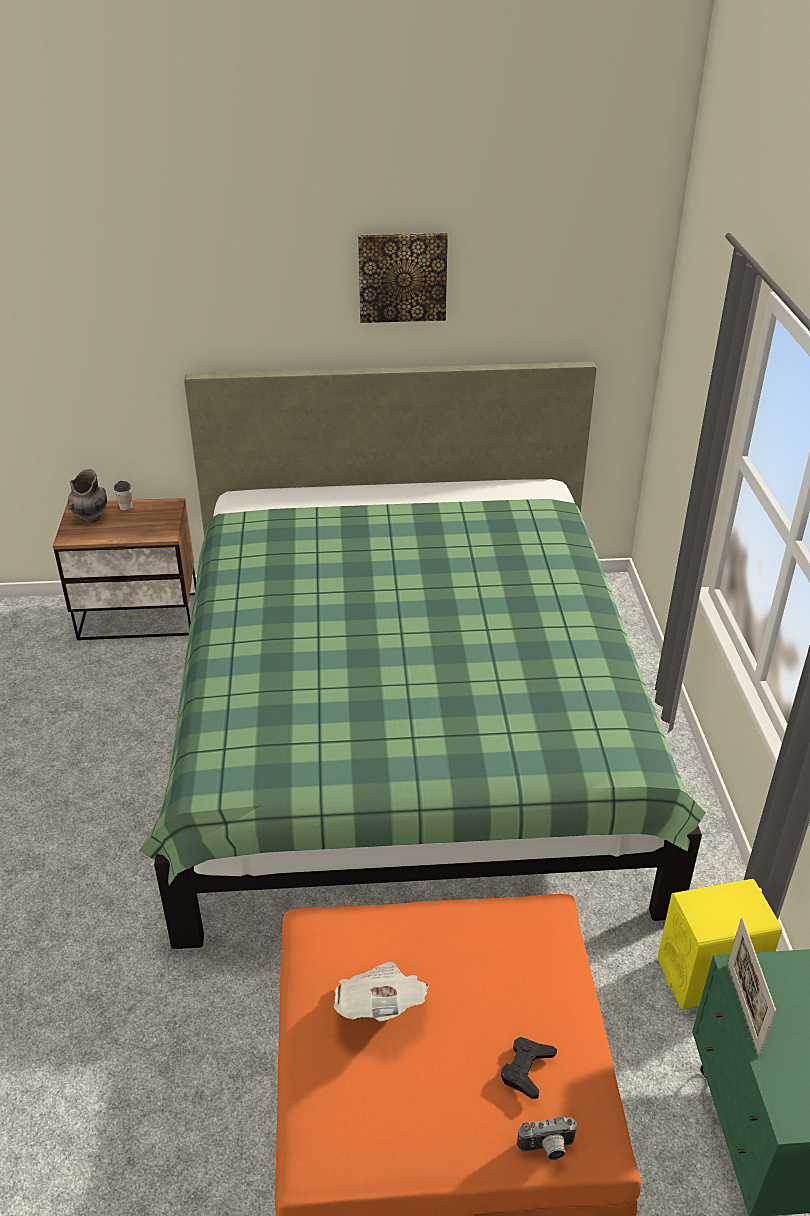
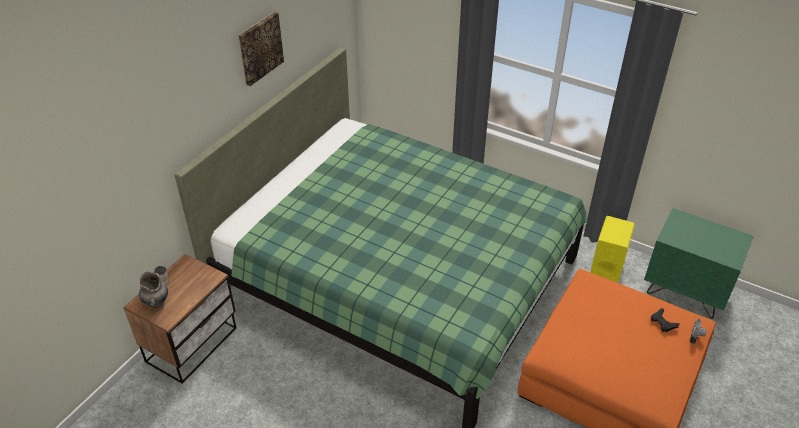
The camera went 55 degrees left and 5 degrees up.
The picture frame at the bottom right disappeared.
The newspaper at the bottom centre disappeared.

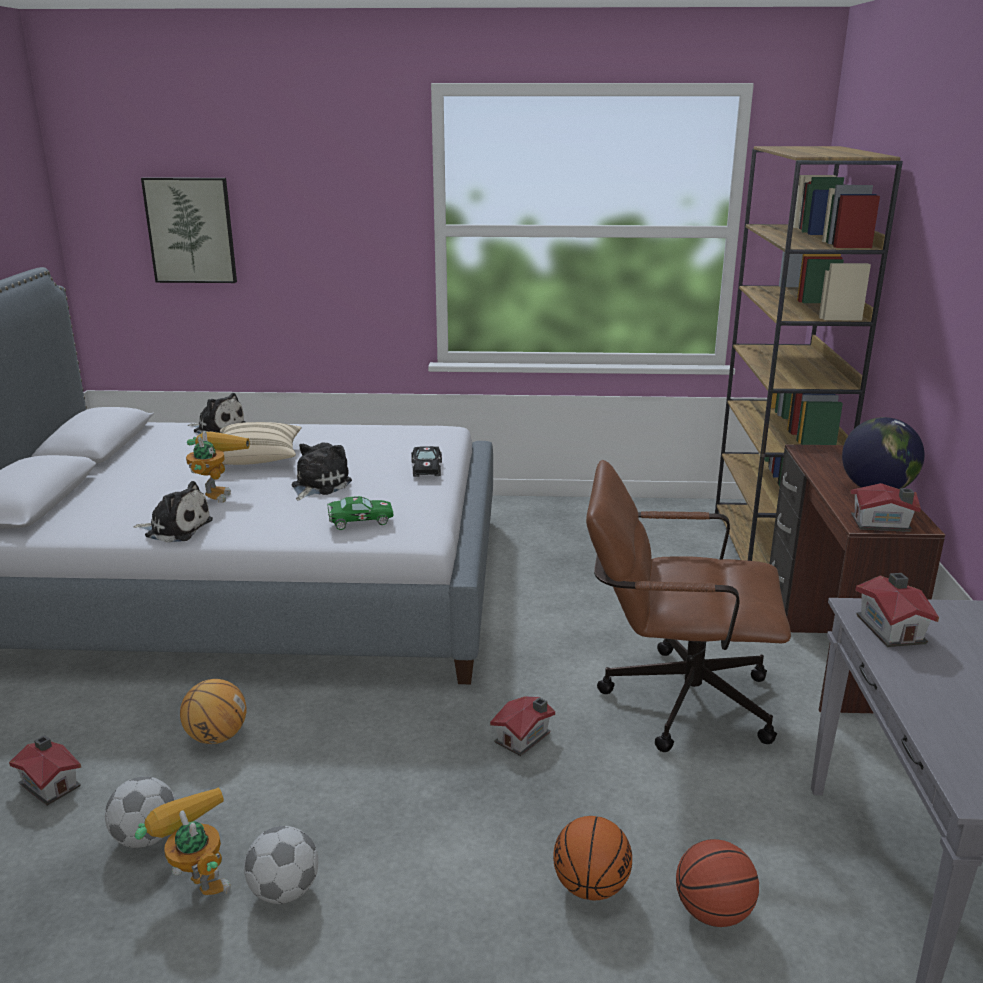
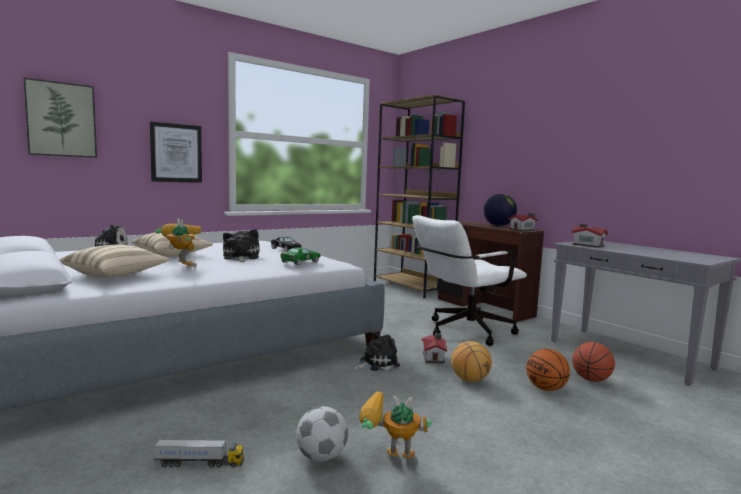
The camera went 40 degrees left and 15 degrees down.
The office chair (brown) at the middle right became the office chair (white) at the centre.
The plush toy (1st from left in the first image) moved from the middle left to the bottom centre.
The basketball (1st from left) moved from the bottom left to the bottom centre.
The toy house (1st from left) at the bottom left was replaced by the toy truck at the bottom left.
The football (2nd from left) at the bottom left disappeared.
The picture (2nd from left) at the top left appeared.
The pillow (beige) (1st from left) at the middle left appeared.

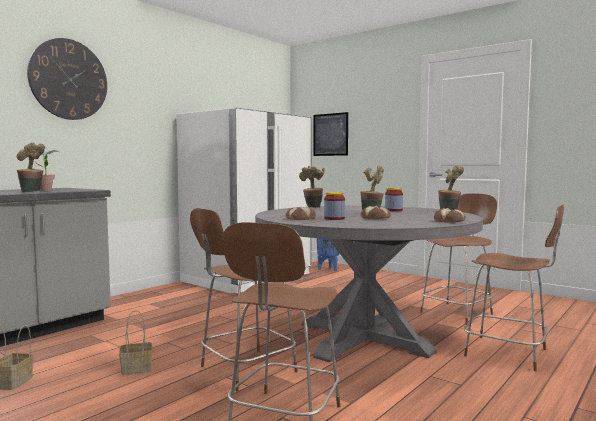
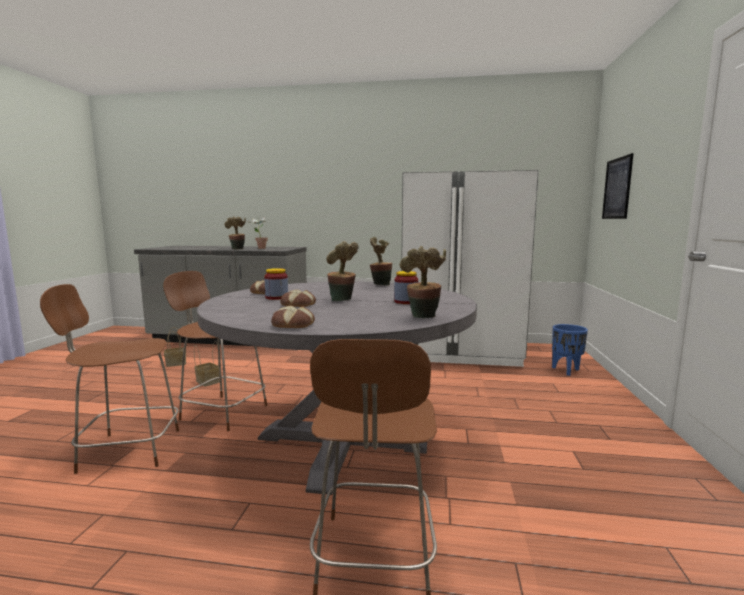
The camera went 60 degrees right and 5 degrees up.
The wall clock at the top left disappeared.
The chair (brown) (3rd from left) at the middle right disappeared.

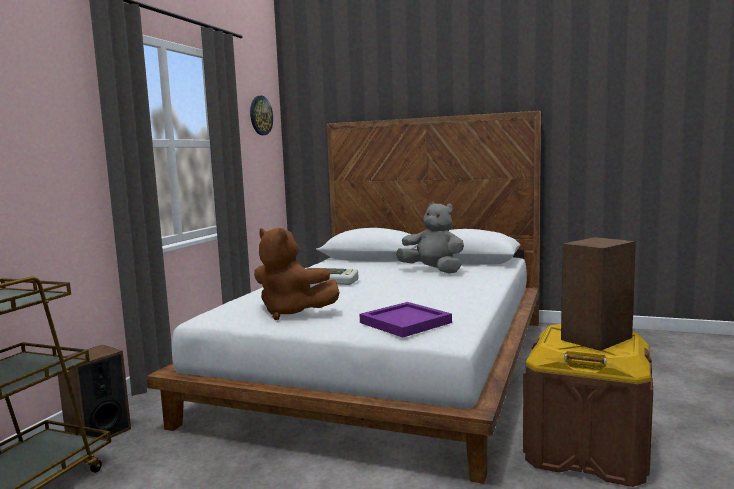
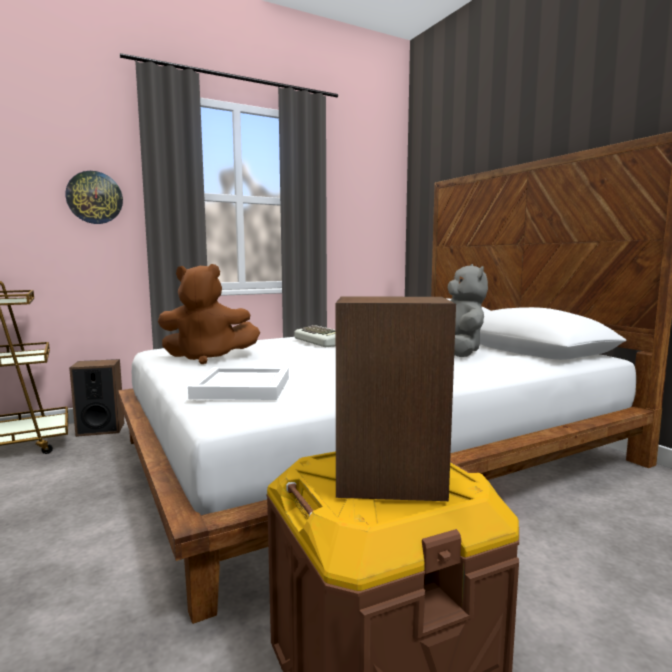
The camera went 40 degrees right and 0 degrees up.
The wall clock moved from the top centre to the top left.
The plush toy (brown) at the centre turned 75 degrees counterclockwise.
The tray (purple) at the centre became the tray (white) at the centre.

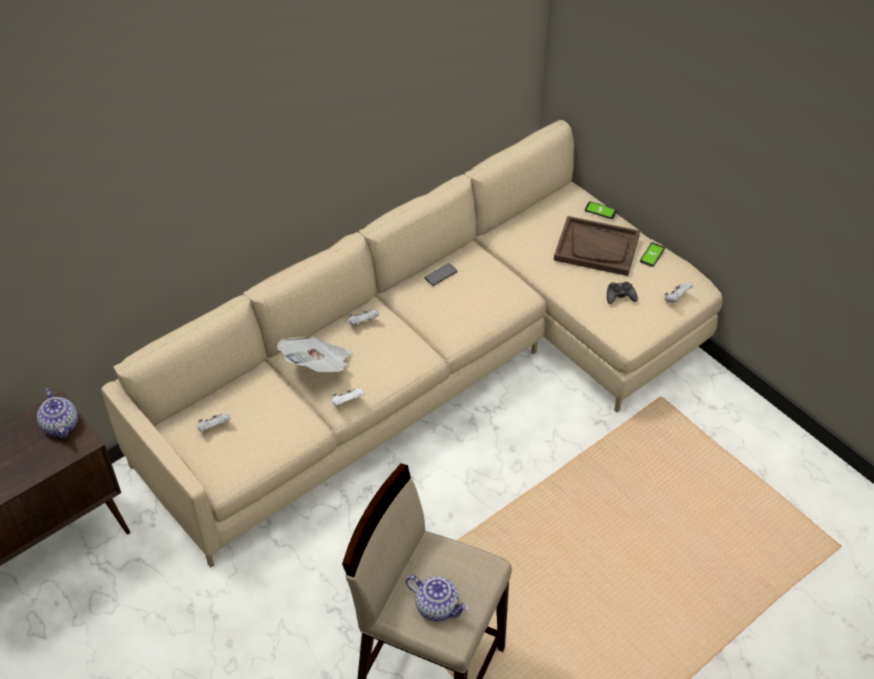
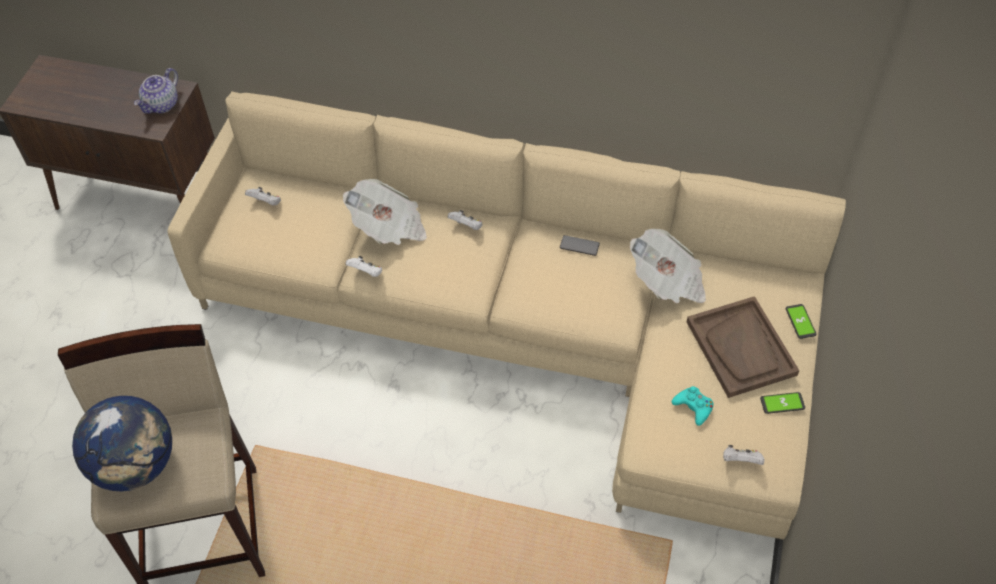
The camera went 55 degrees right and 5 degrees up.
The game controller (black) at the middle right became the game controller (turquoise) at the bottom right.
The teapot (2nd from left) at the bottom centre was replaced by the globe at the bottom left.
The newspaper (2nd from left) at the middle right appeared.

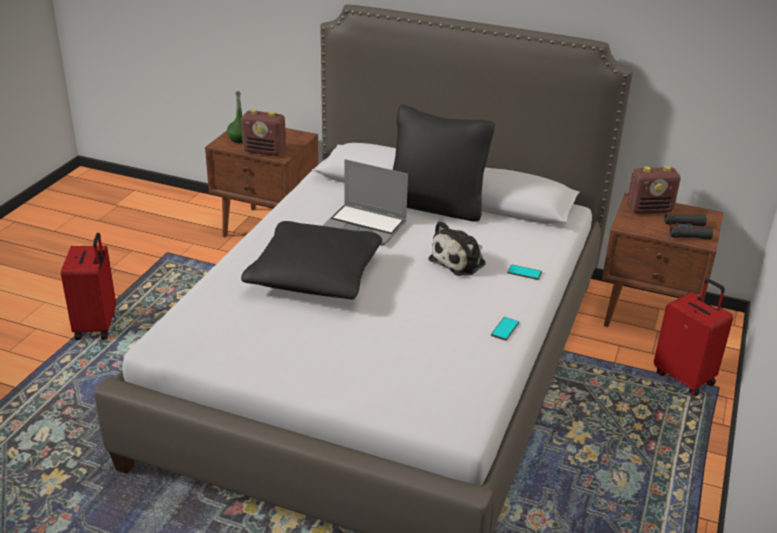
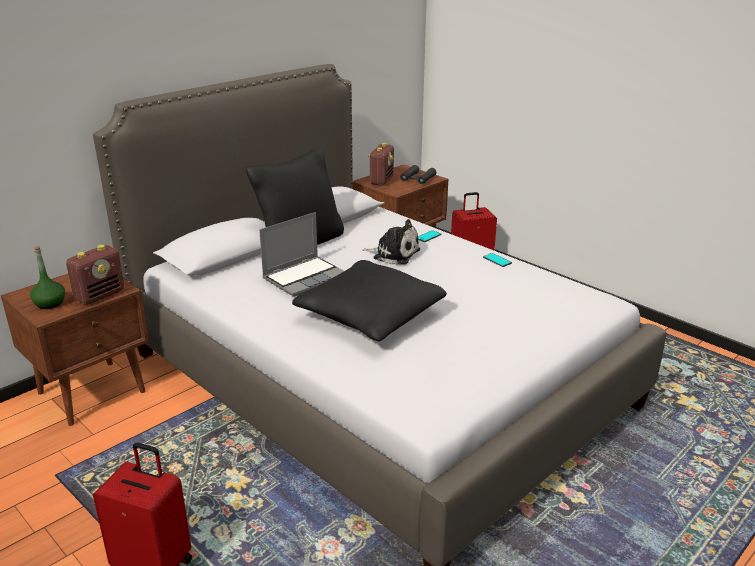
The camera went 65 degrees left and 5 degrees down.
The plush toy at the centre turned 45 degrees counterclockwise.

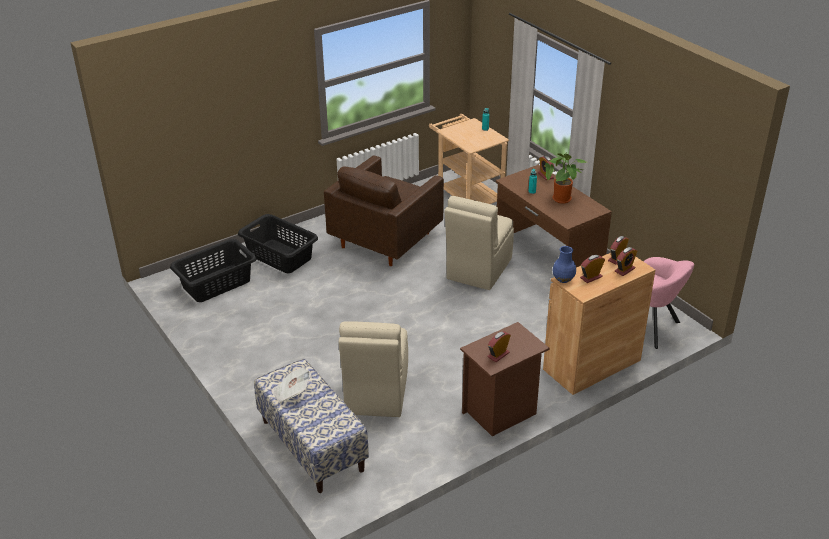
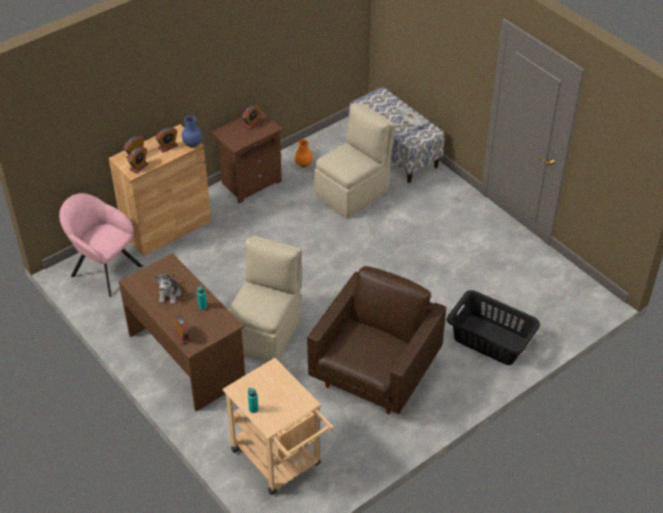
The camera went 175 degrees right and 10 degrees up.
The potted plant at the top right was replaced by the plush toy at the middle left.
The laundry basket (black) (1st from left) at the middle left disappeared.
The chair (beige) (1st from left in the first image) at the bottom centre turned 45 degrees clockwise.
The vase (orange) at the top centre appeared.

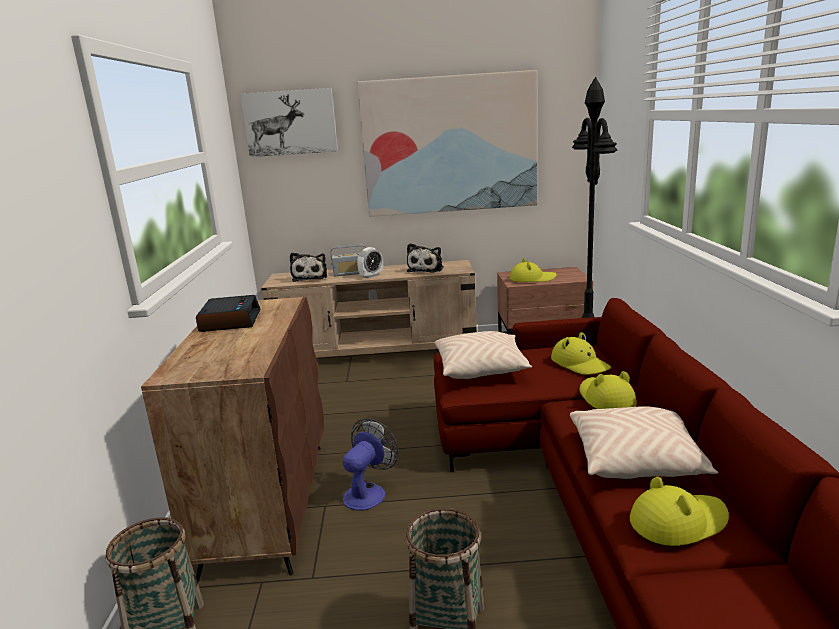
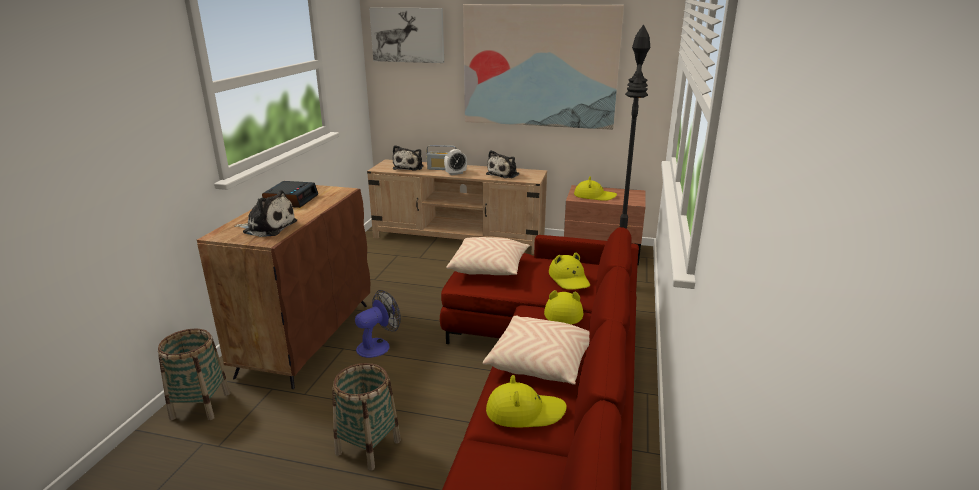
The camera went 15 degrees right and 5 degrees up.
The plush toy (1st from left) at the middle left appeared.

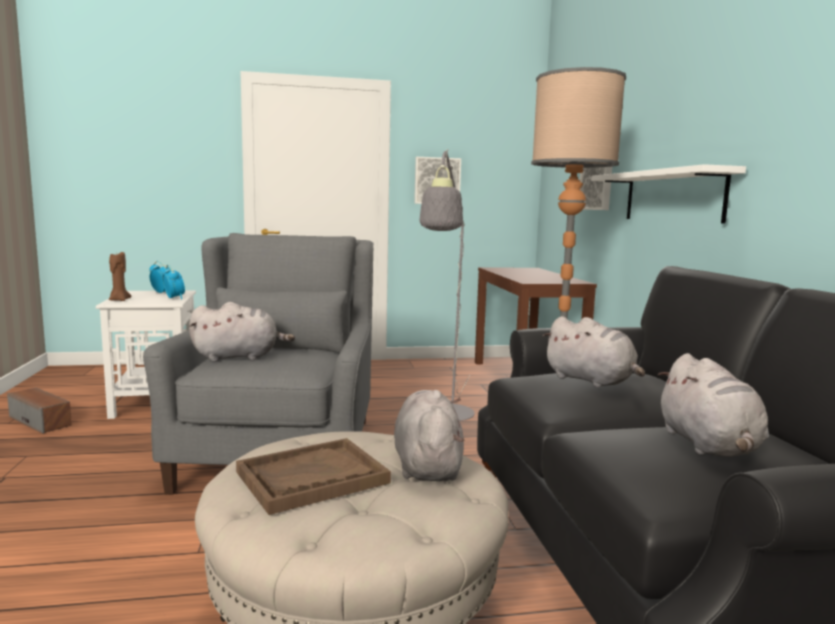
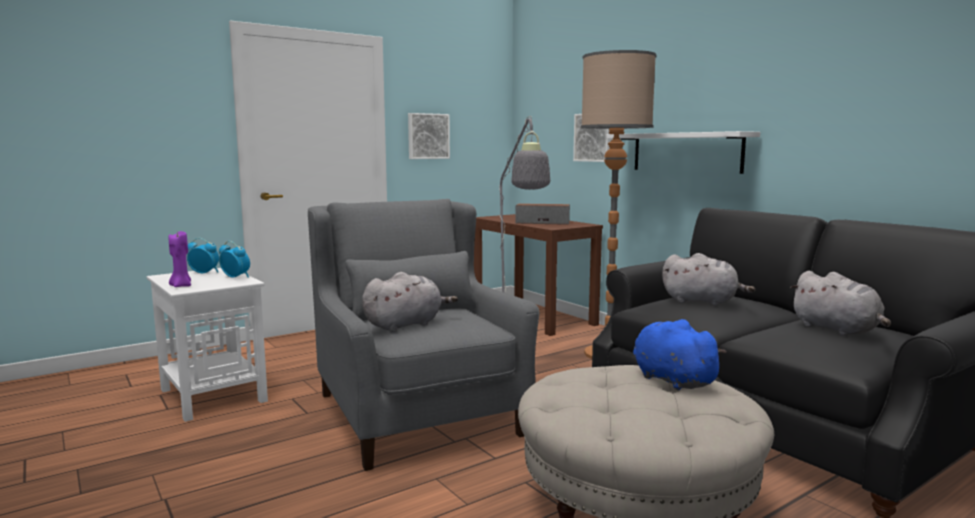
The camera went 25 degrees left and 0 degrees up.
The candle (brown) at the middle left became the candle (purple) at the middle left.
The speaker moved from the middle left to the centre.
The plush toy (grey) (2nd from left) at the bottom centre became the plush toy (blue) at the bottom right.
The tray (brown) at the bottom centre disappeared.

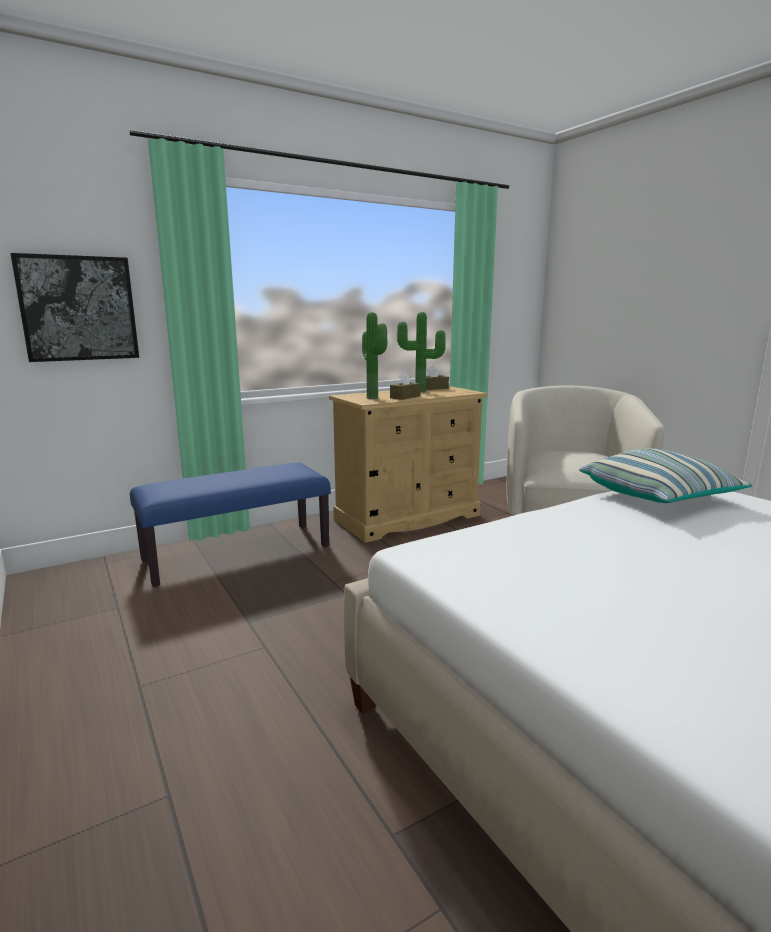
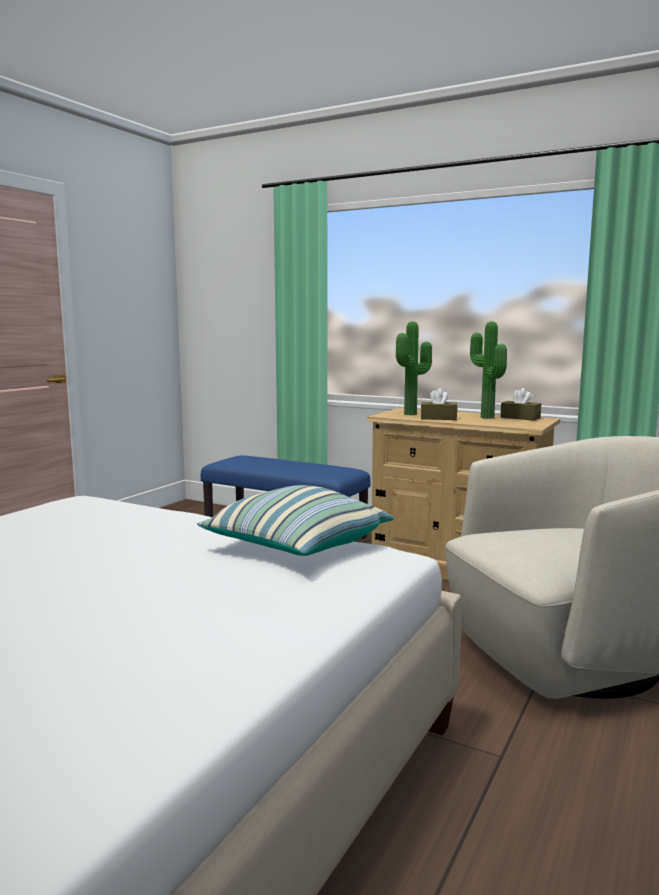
The camera went 60 degrees right and 5 degrees down.
The picture at the top left disappeared.

